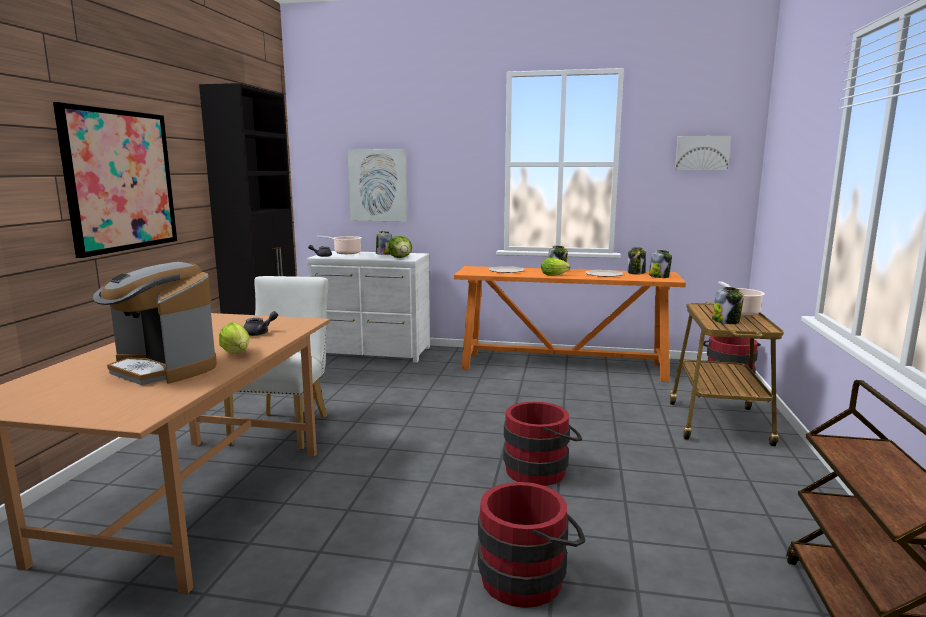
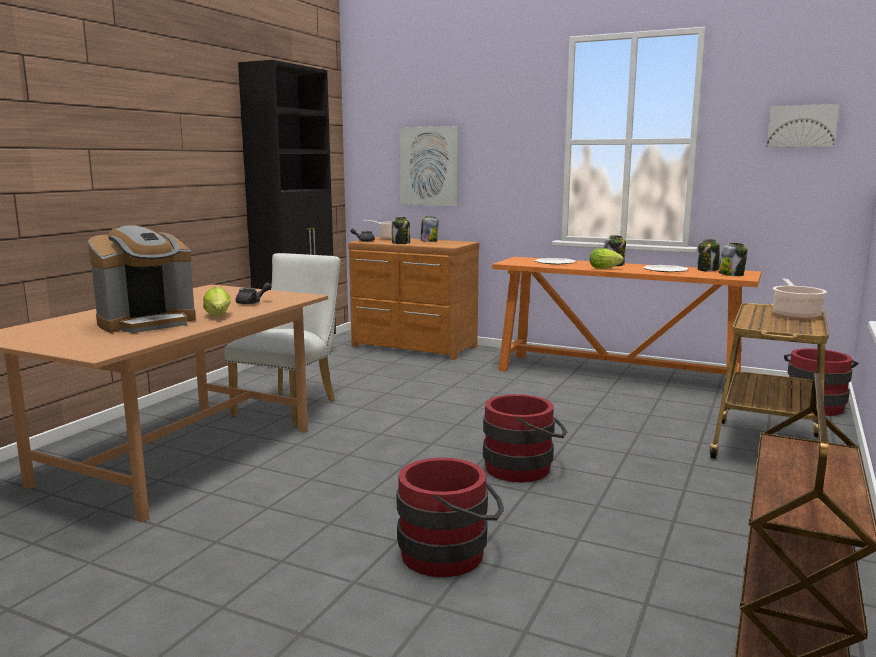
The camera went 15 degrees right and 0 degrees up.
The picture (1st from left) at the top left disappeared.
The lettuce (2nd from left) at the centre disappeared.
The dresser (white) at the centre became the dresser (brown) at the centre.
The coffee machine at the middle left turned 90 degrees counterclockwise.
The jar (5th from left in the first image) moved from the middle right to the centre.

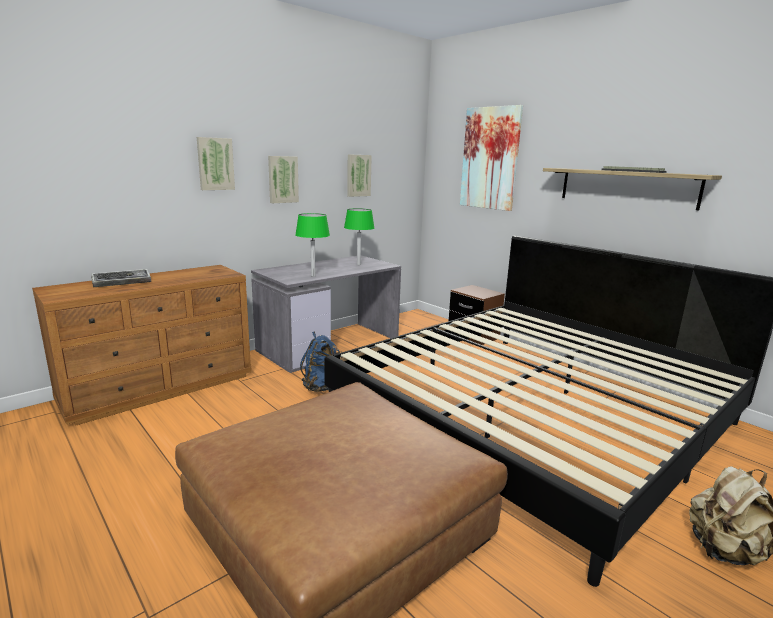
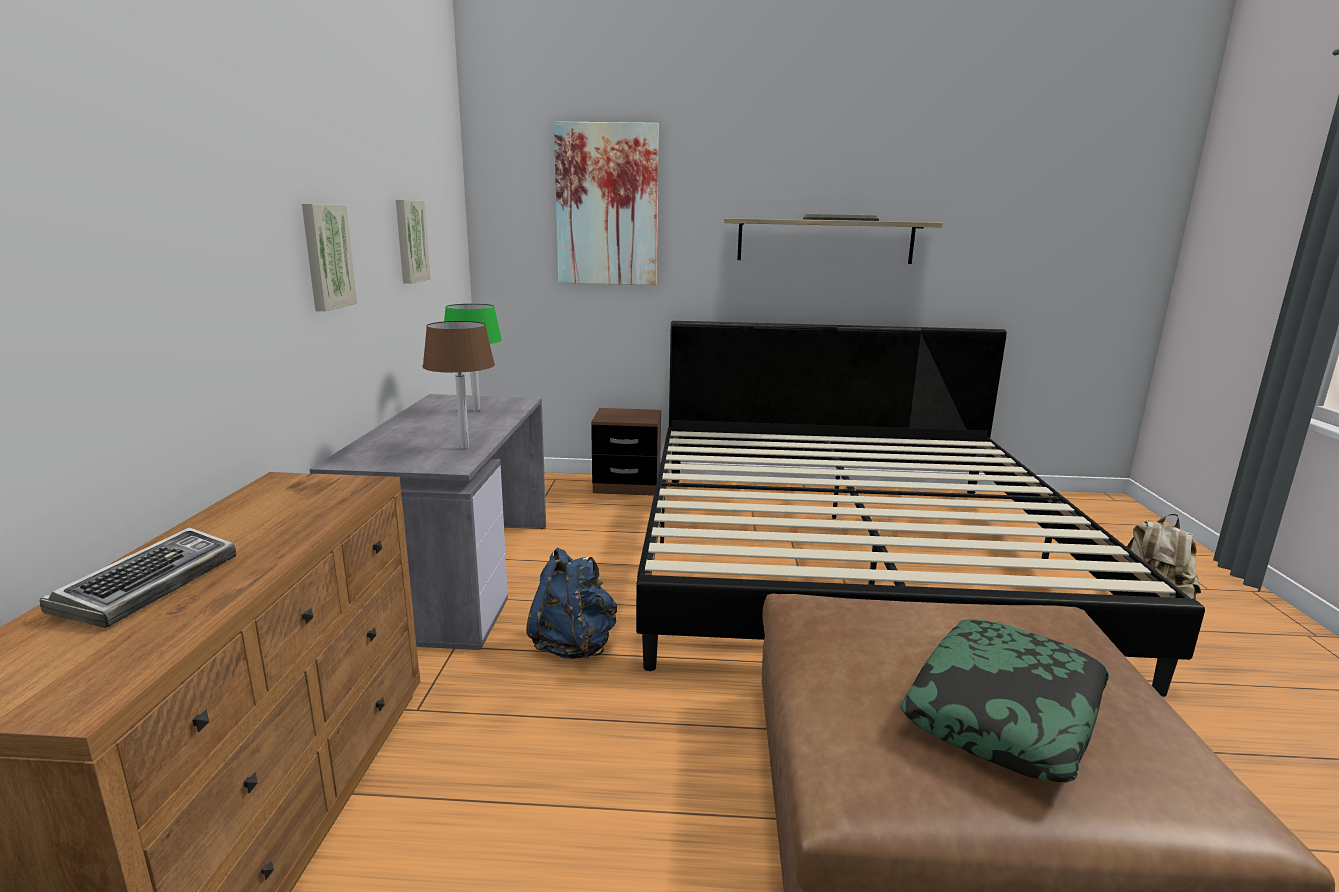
The camera went 45 degrees left and 0 degrees up.
The picture (1st from left) at the top left disappeared.
The table lamp (green) (1st from left) at the centre became the table lamp (brown) at the centre.
The pillow at the bottom right appeared.

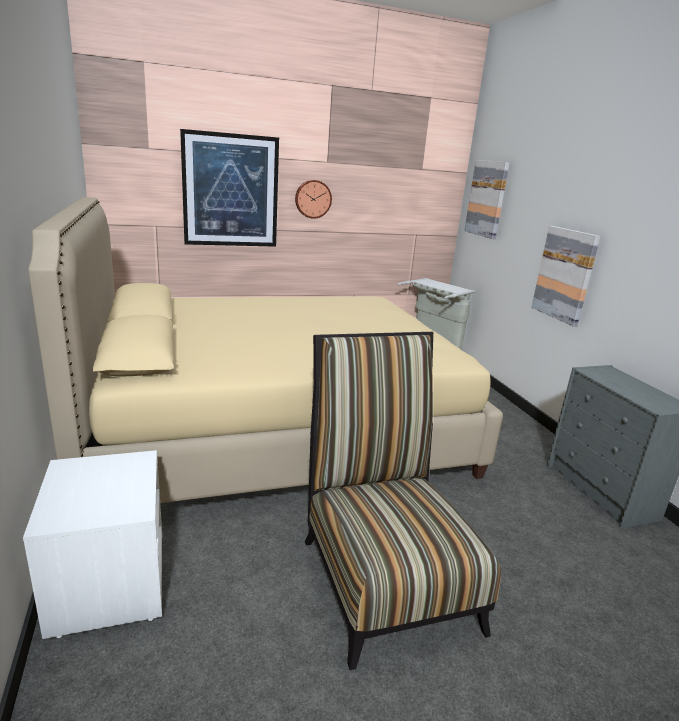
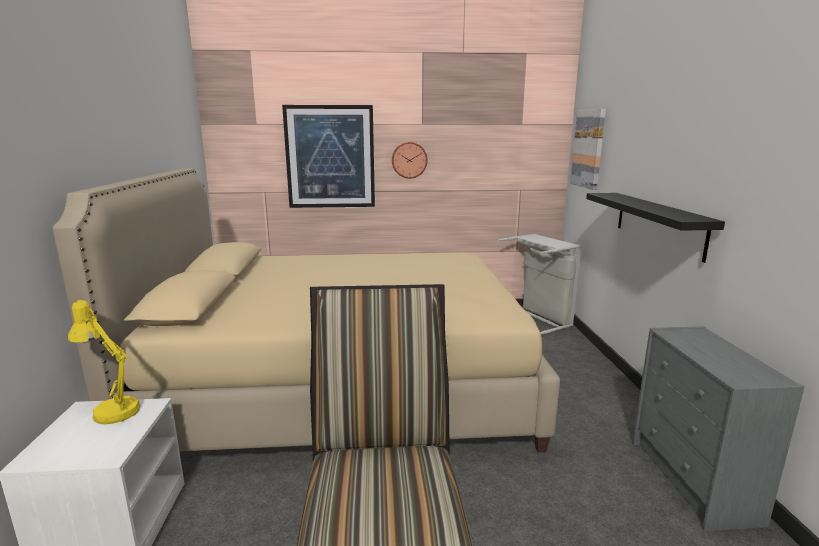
The camera went 15 degrees right and 5 degrees down.
The picture (3rd from left) at the middle right was replaced by the shelf (black) at the middle right.
The table lamp (yellow) at the middle left appeared.

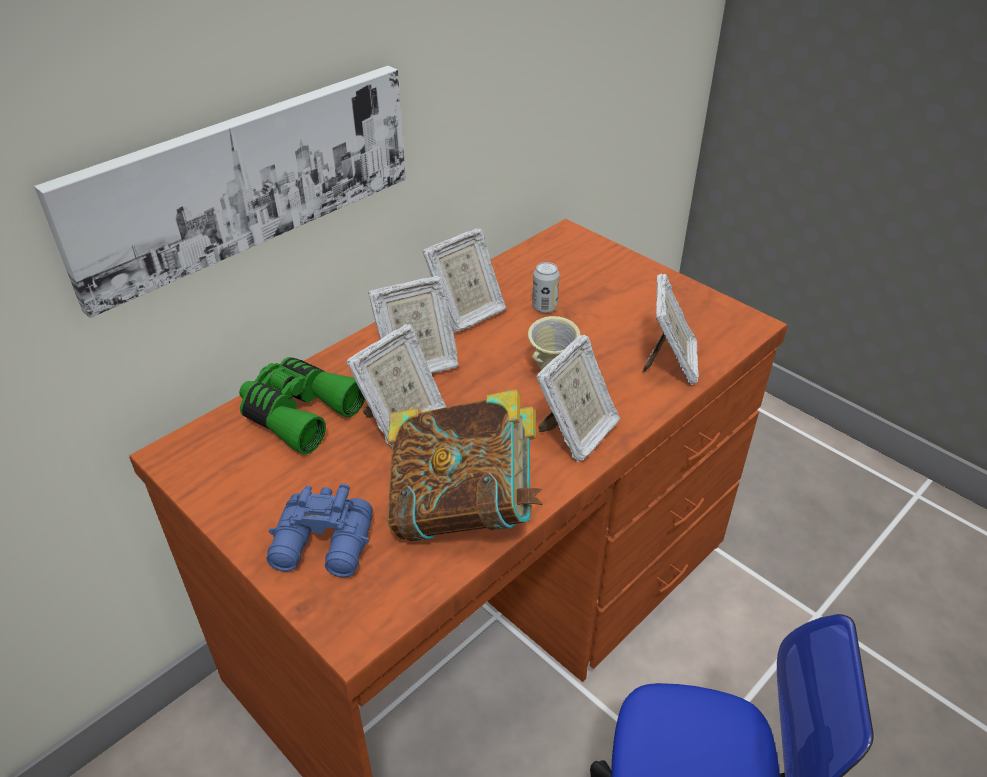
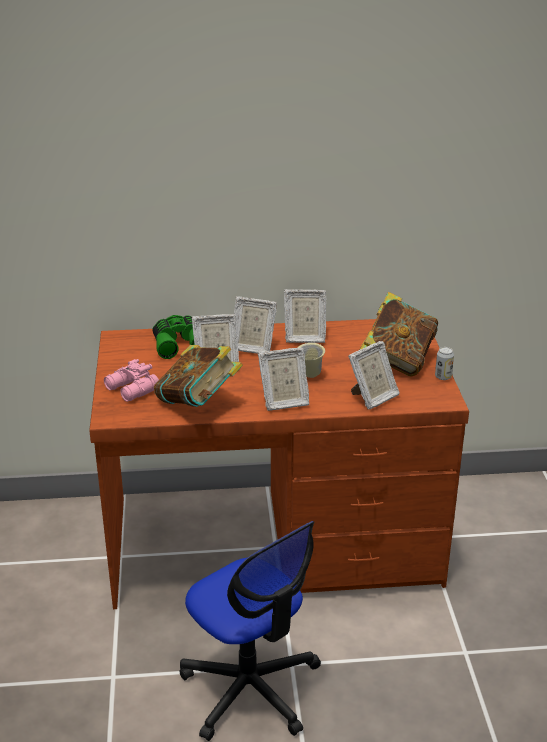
The camera went 40 degrees right and 10 degrees down.
The picture at the top left disappeared.
The can moved from the centre to the middle right.
The binoculars (blue) at the bottom left became the binoculars (pink) at the middle left.
The book (2nd from left) at the middle right appeared.

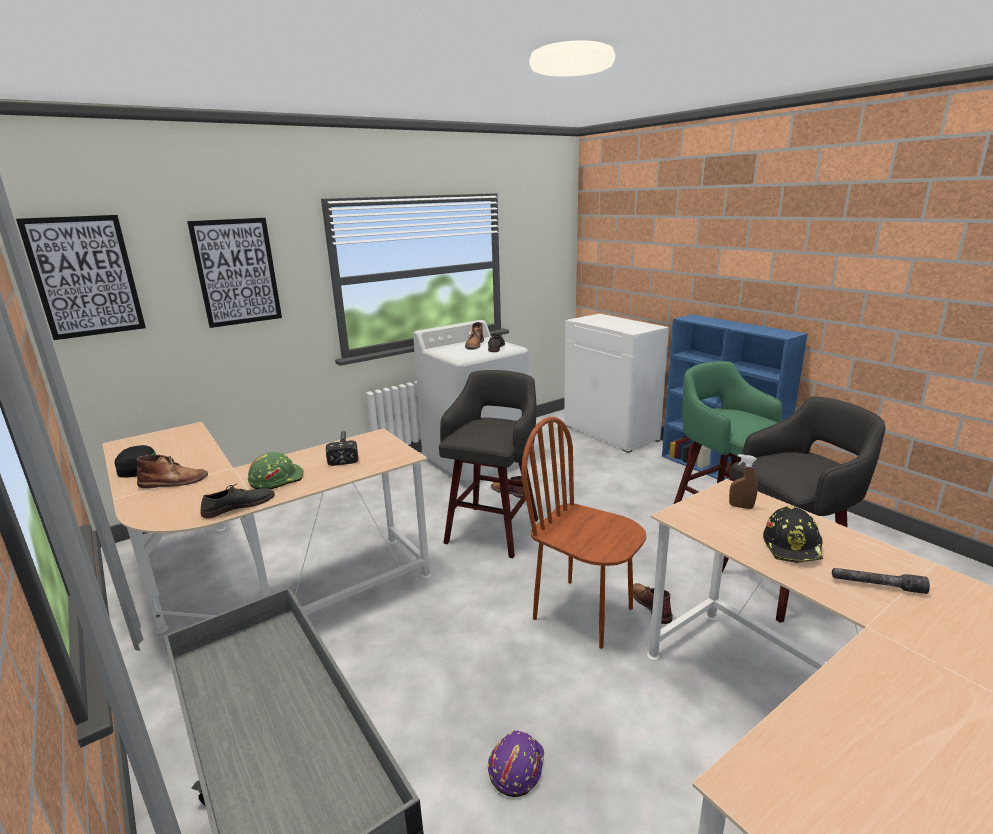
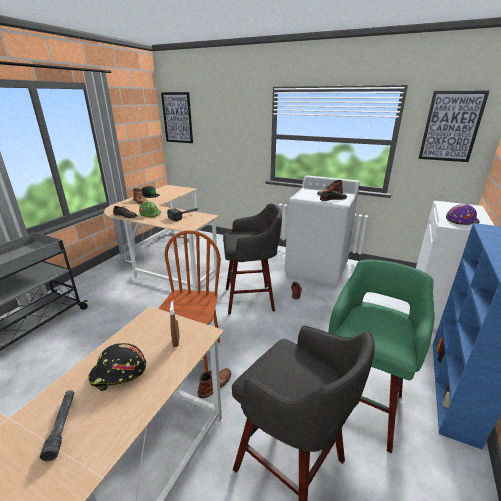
The camera went 60 degrees right and 5 degrees up.
The picture (2nd from left) moved from the top left to the top right.
The hard hat (purple) moved from the bottom centre to the middle right.

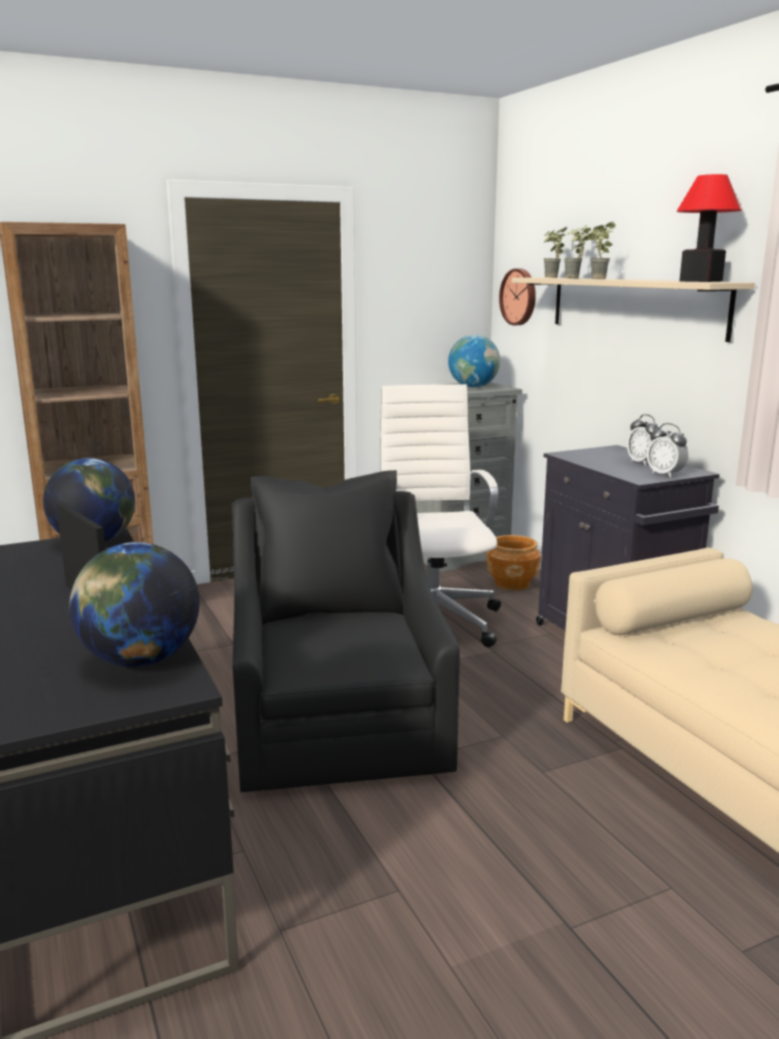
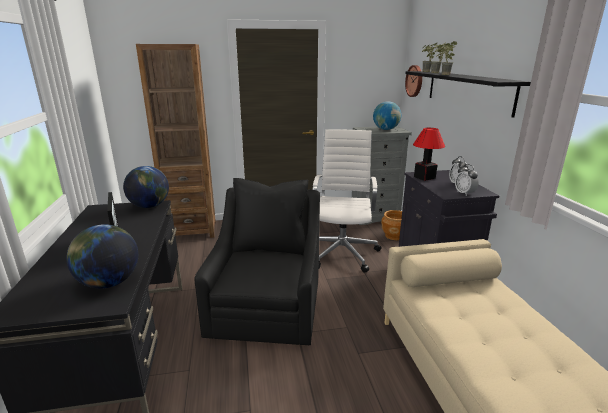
The camera went 15 degrees right and 5 degrees up.
The table lamp moved from the top right to the middle right.
The shelf (beige) at the top right became the shelf (black) at the top right.

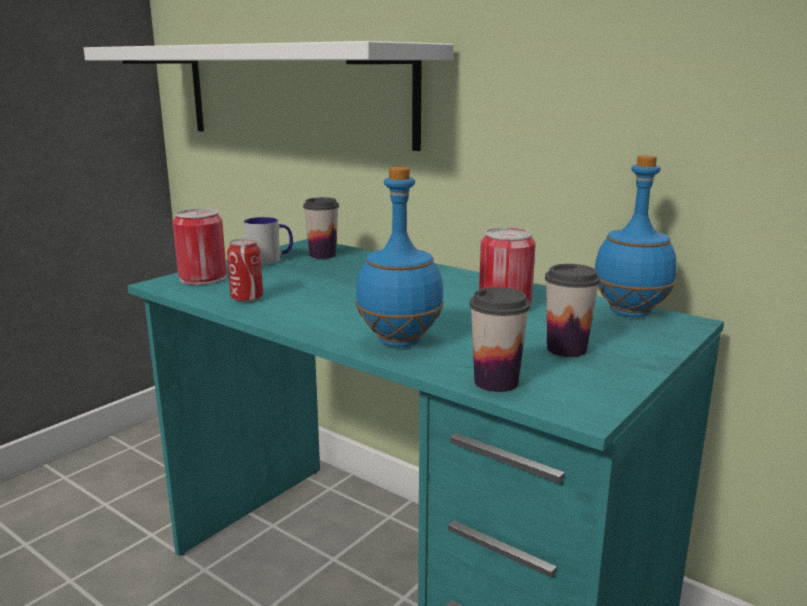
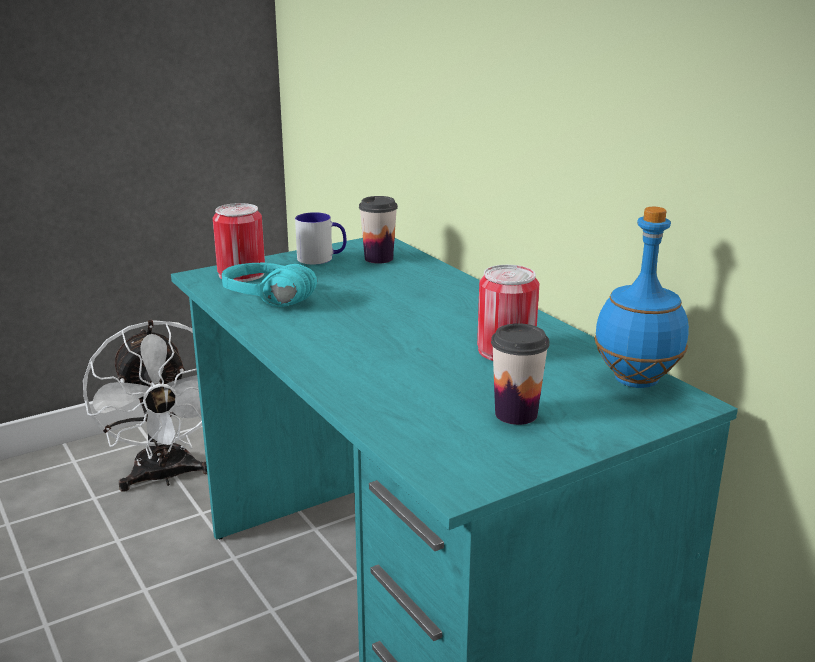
The camera went 20 degrees right and 5 degrees up.
The shelf (white) at the top left disappeared.
The bottle (blue) (1st from left) at the centre disappeared.
The can (2nd from left) at the middle left was replaced by the headphones (turquoise) at the middle left.
The cup (2nd from left) at the centre disappeared.
The fan (white) at the middle left appeared.

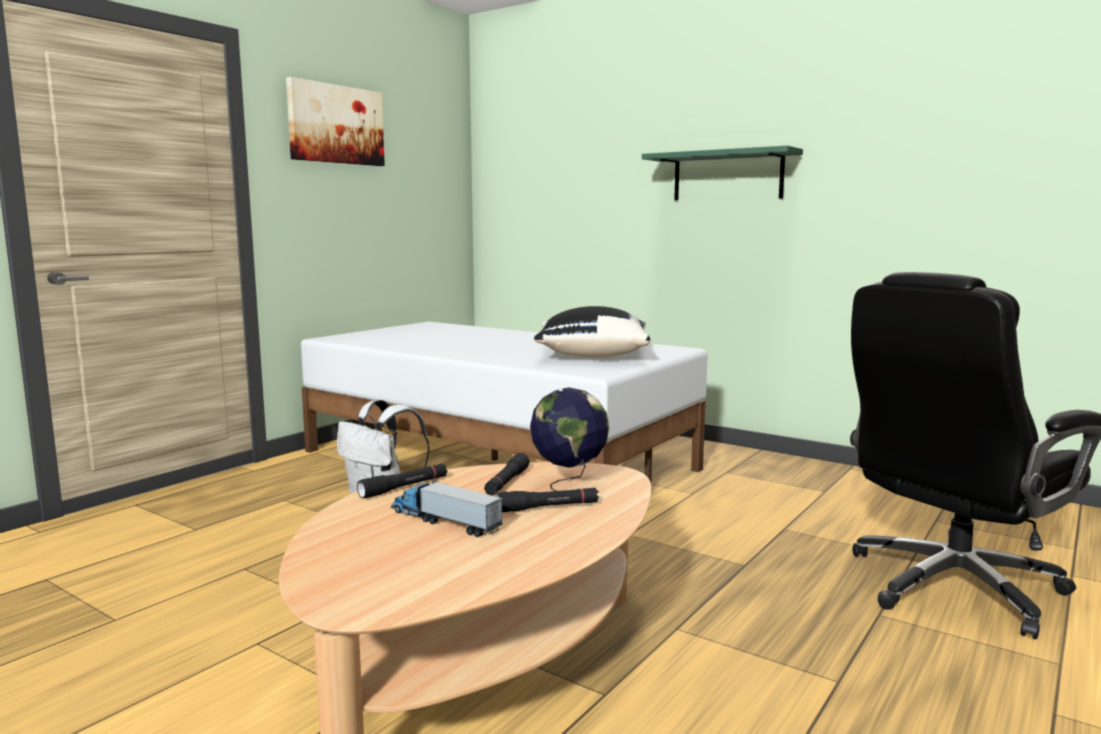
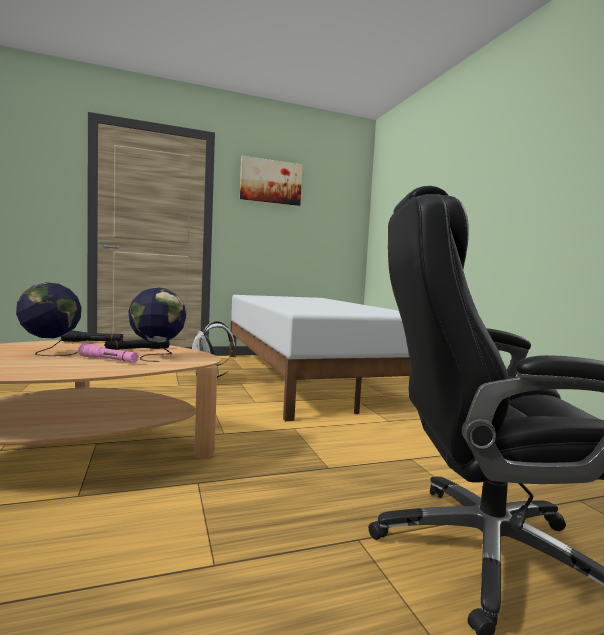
The camera went 35 degrees right and 5 degrees down.
The shelf (green) at the top centre disappeared.
The pillow (black) at the centre disappeared.
The toy truck at the bottom centre was replaced by the globe (1st from left) at the middle left.
The flashlight (black) (3rd from left) at the bottom centre became the flashlight (pink) at the middle left.

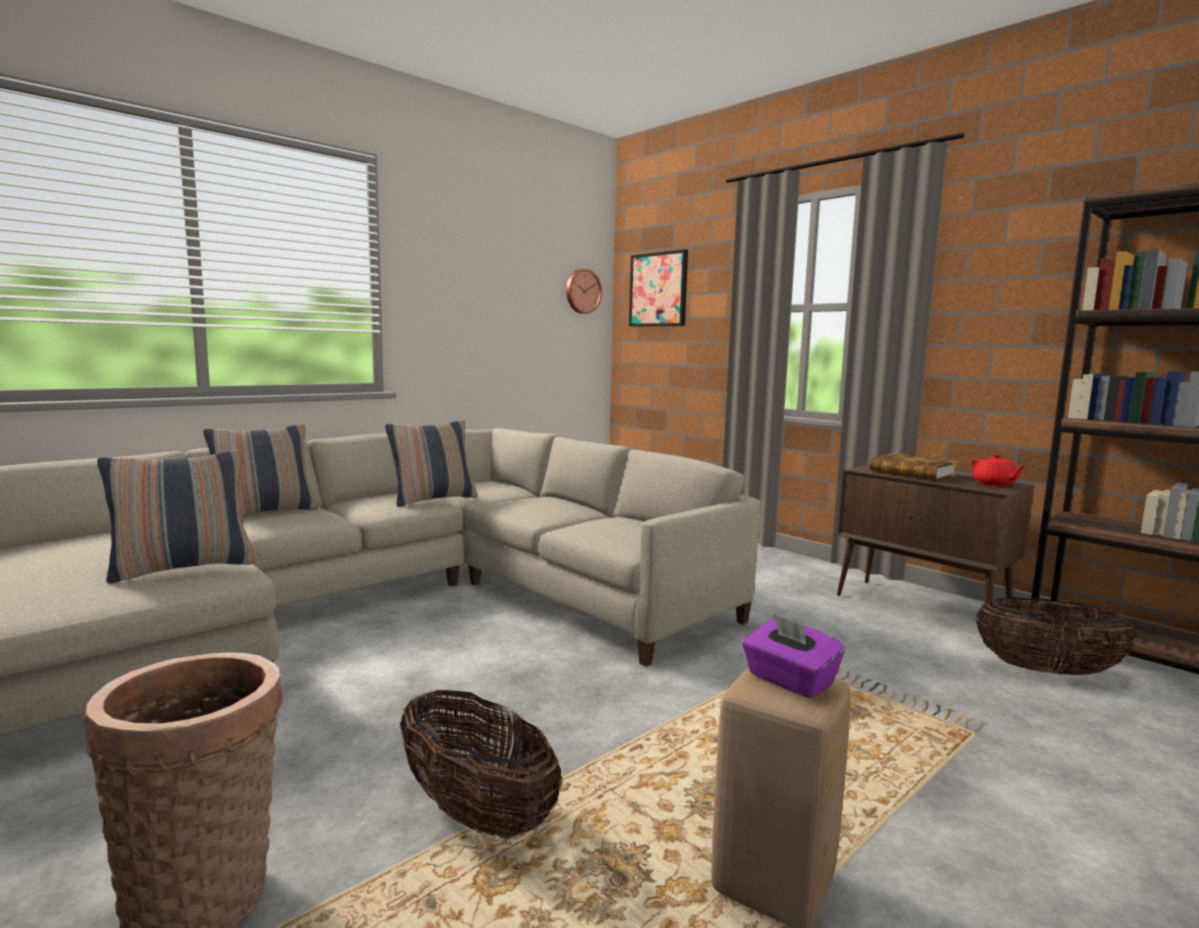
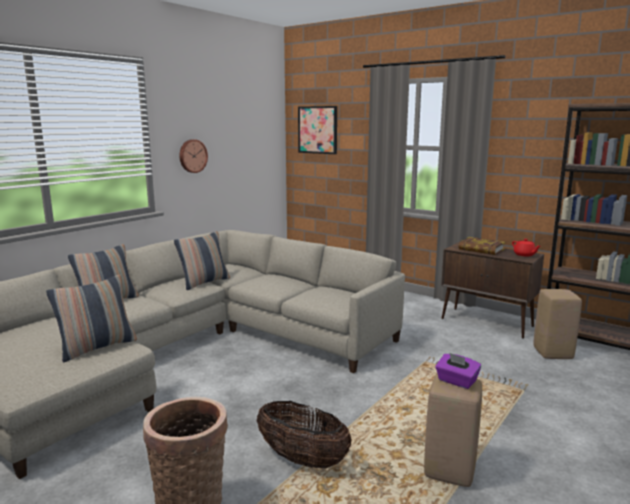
The camera went 10 degrees left and 5 degrees up.
The wall clock moved from the top centre to the top left.
The basket (3rd from left) at the bottom right was replaced by the stool (beige) (2nd from left) at the middle right.

